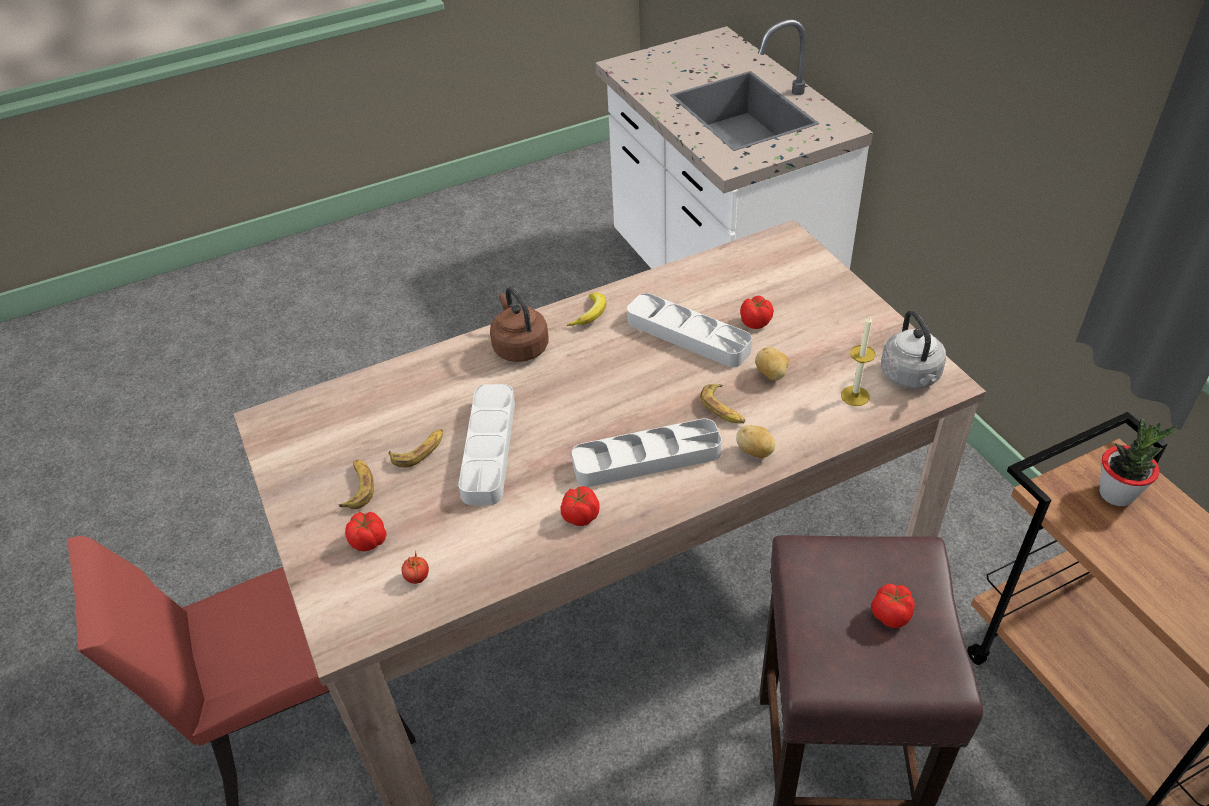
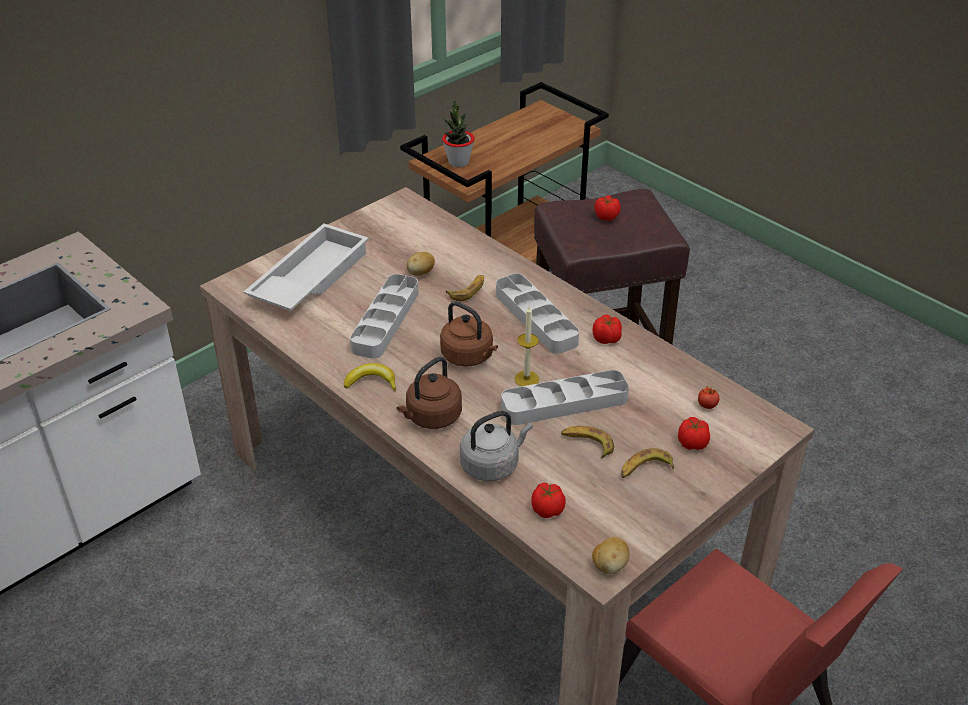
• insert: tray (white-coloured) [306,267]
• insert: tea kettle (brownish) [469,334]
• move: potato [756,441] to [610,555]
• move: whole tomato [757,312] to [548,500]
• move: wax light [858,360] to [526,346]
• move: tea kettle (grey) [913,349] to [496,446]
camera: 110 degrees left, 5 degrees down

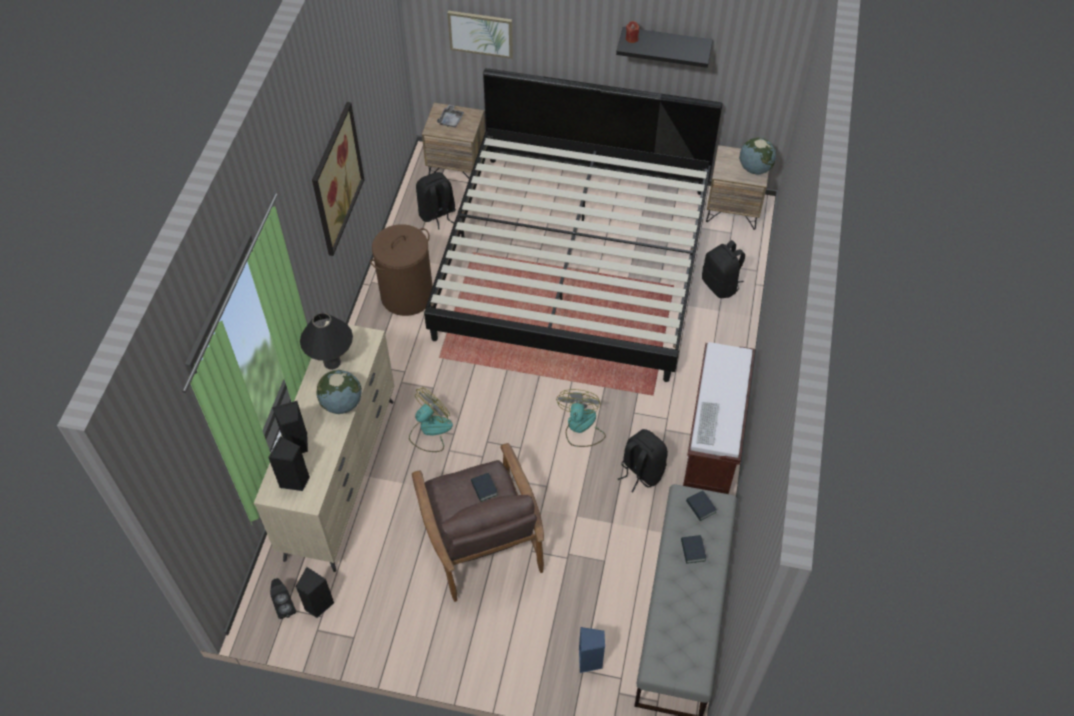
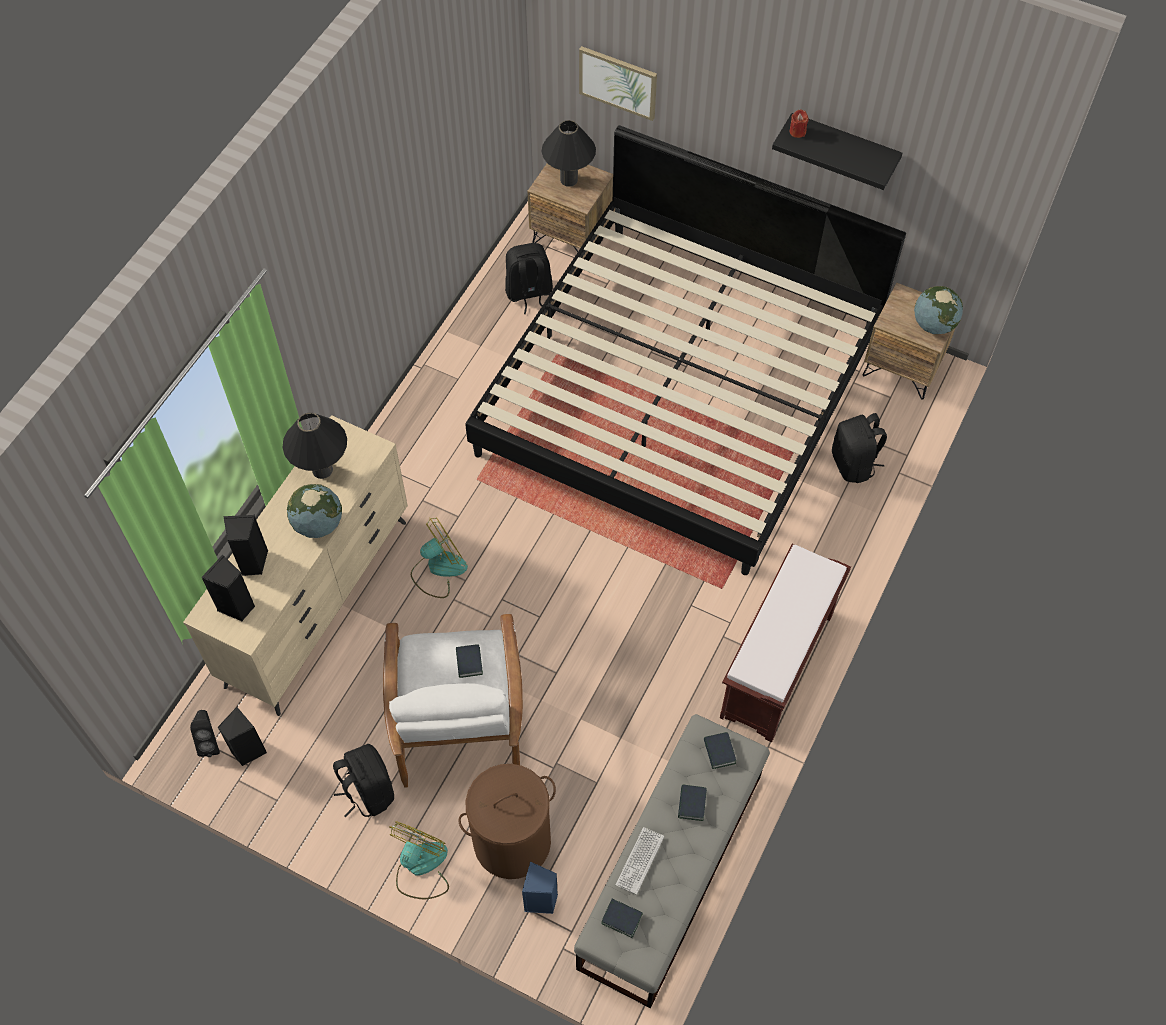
• delete: wall art [338,179]
• insert: bound book [622,918]
• move: laundry basket (brownish) [401,270] to [507,821]
• move: cooling fan [581,418] to [419,860]
• move: backpack (black-coloured) [643,460] to [363,781]
• move: keyboard [707,423] to [640,861]
• replace: tray (grey) [450,116] to table lamp (black-coloured) [568,153]
• recolor: armchair (brownish) [478,522] to armchair (white-coloured) [453,701]
camera: 15 degrees right, 5 degrees up

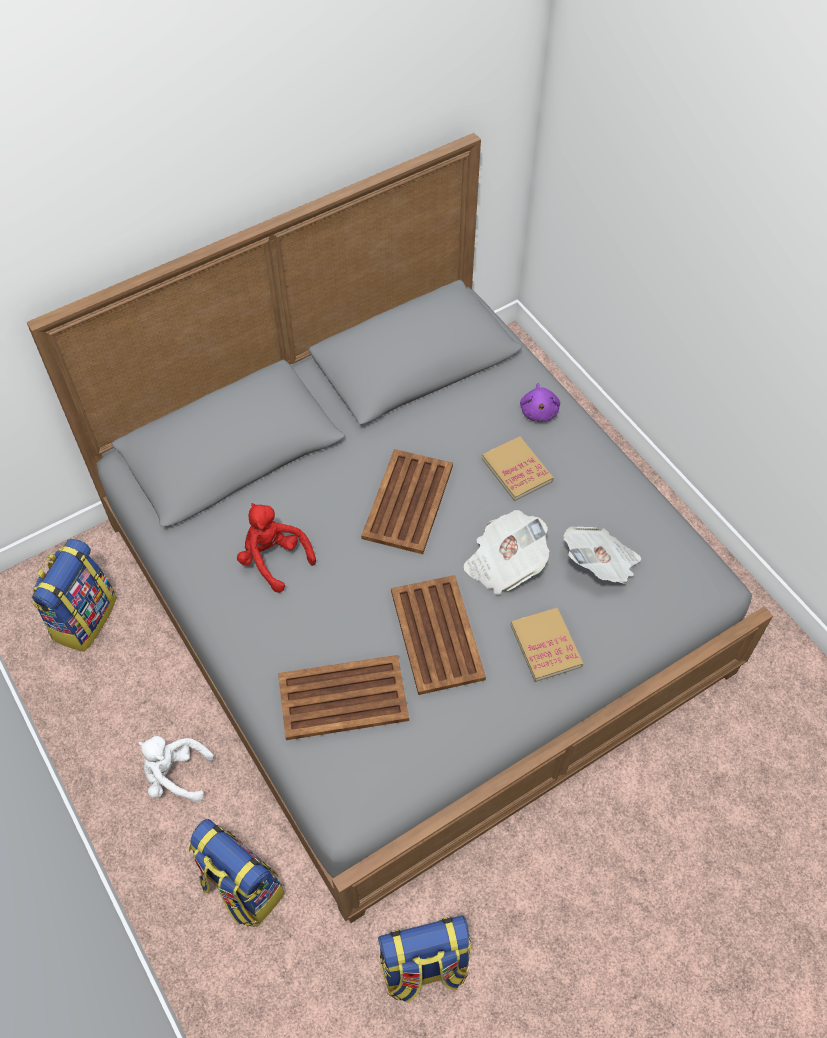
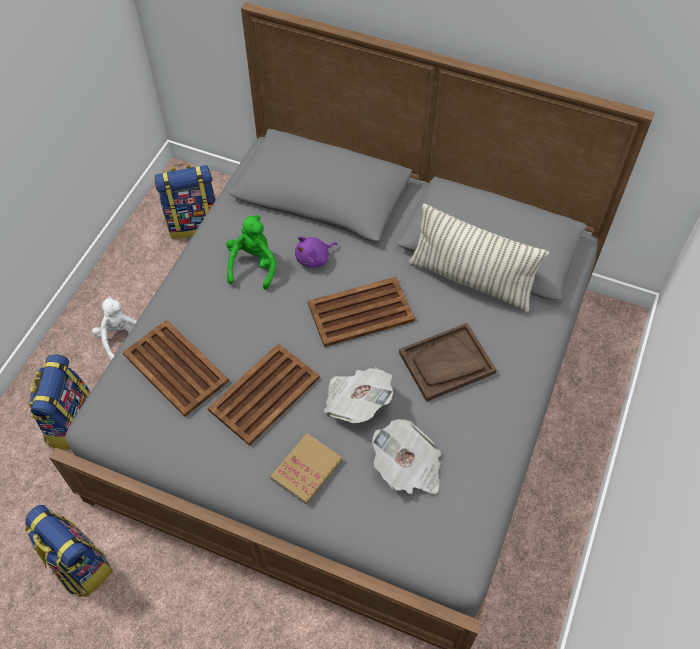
• insert: pillow [478,257]
• move: soft toy (purple-coloured) [540,402] to [316,252]
• replace: bound book [518,468] to tray (brownish) [448,362]
• recolor: soft toy (red-coloured) [276,548] to soft toy (green) [251,252]
camera: 55 degrees right, 0 degrees up

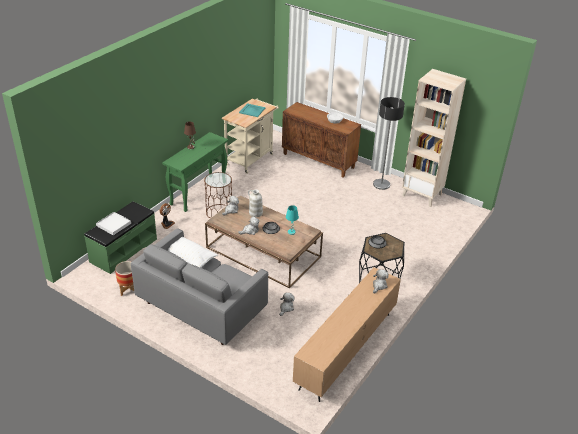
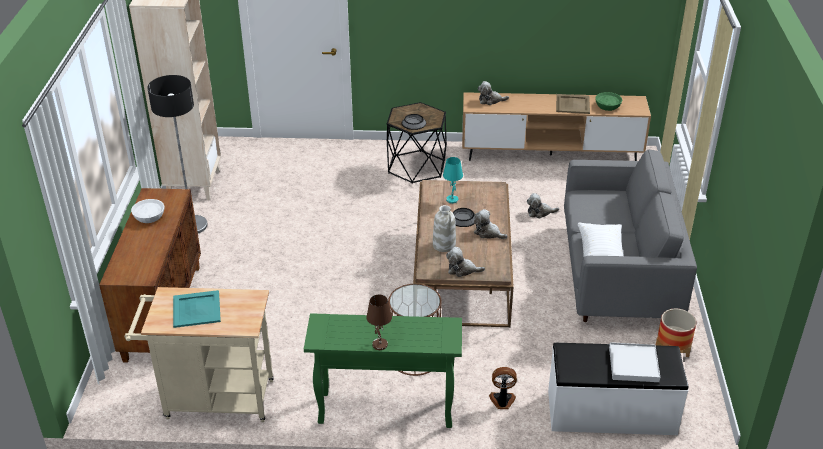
• insert: tray (sand-coloured) [573,104]
• insert: bowl (green) [608,101]
• recolor: indoor bench (green) [120,237] to indoor bench (white-coloured) [618,389]
camera: 120 degrees left, 0 degrees up

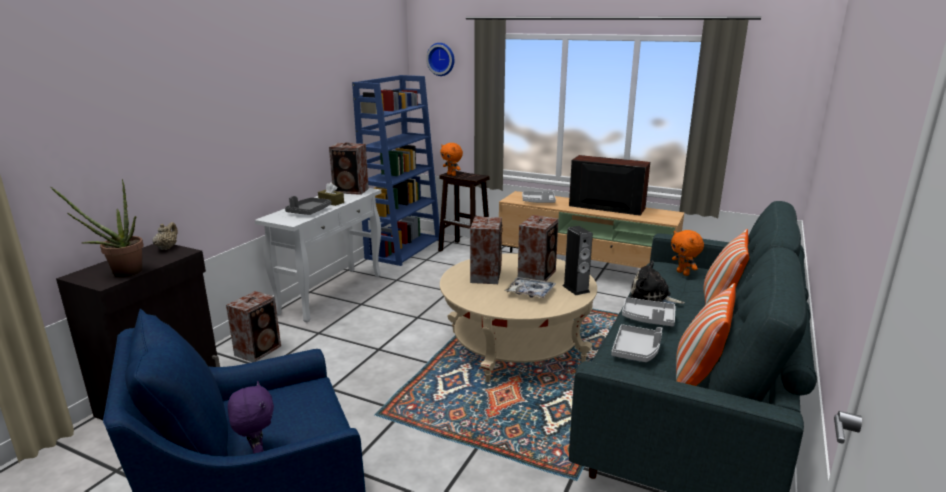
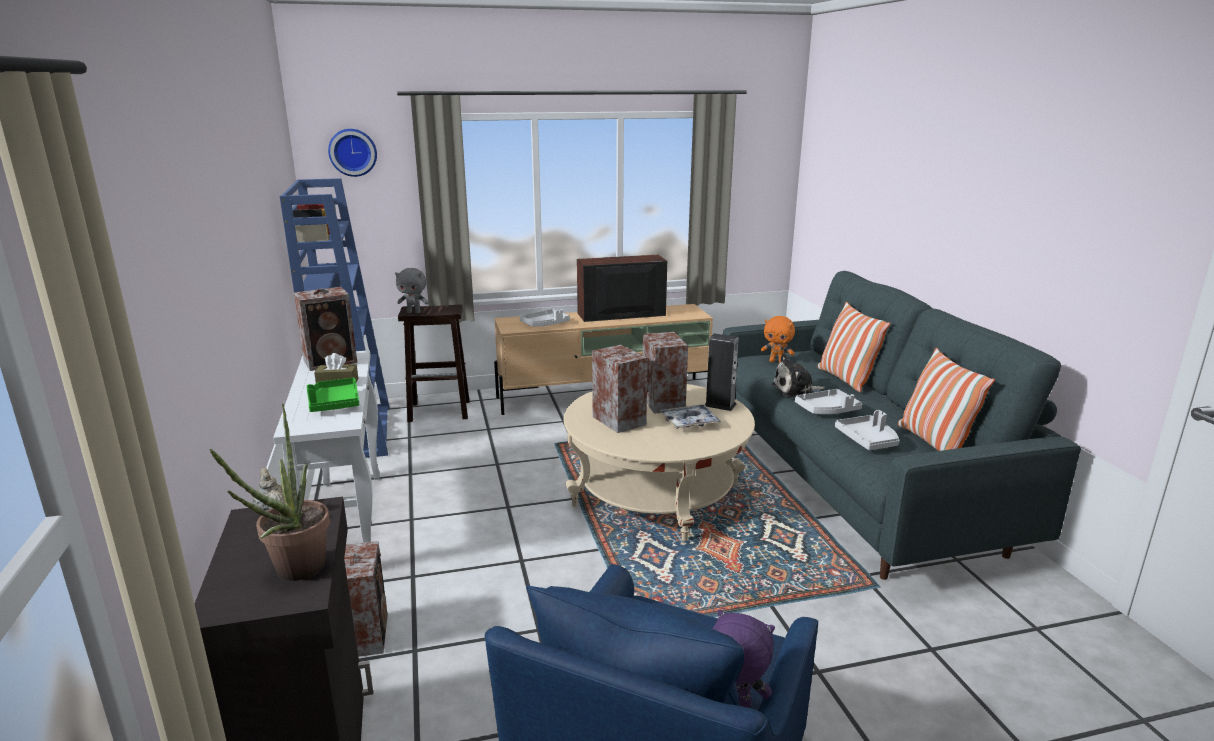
• recolor: tray (grey) [308,205] to tray (green) [333,395]
• recolor: soft toy (orangey) [451,159] to soft toy (grey) [412,291]
camera: 40 degrees left, 0 degrees up

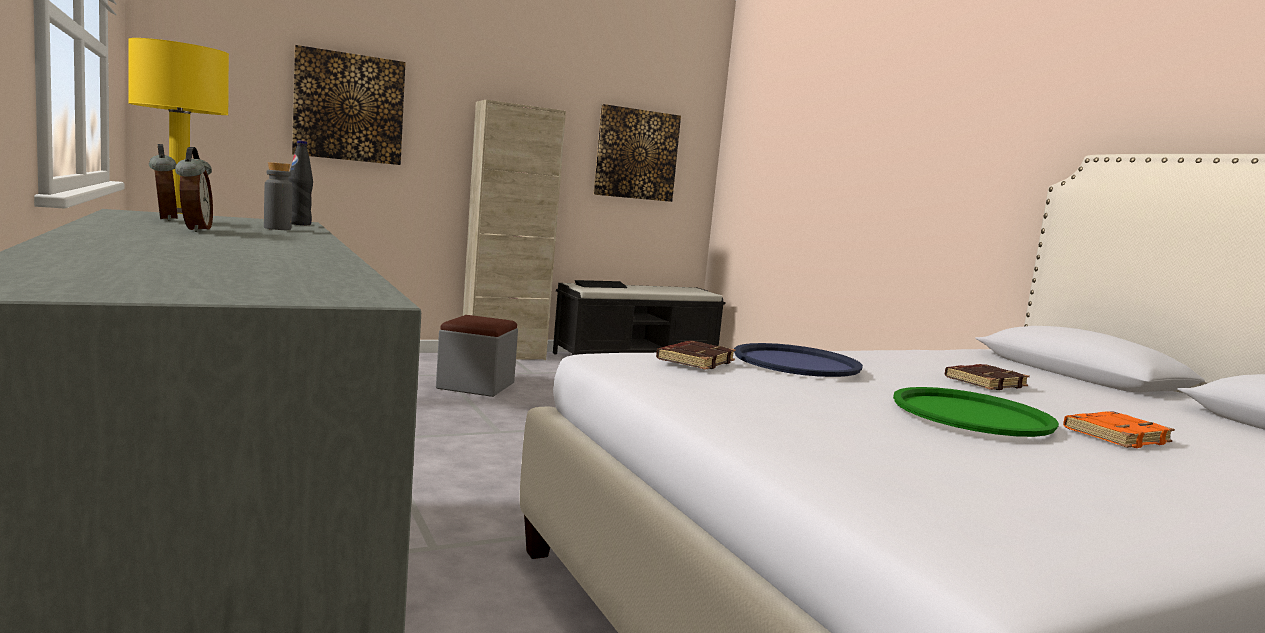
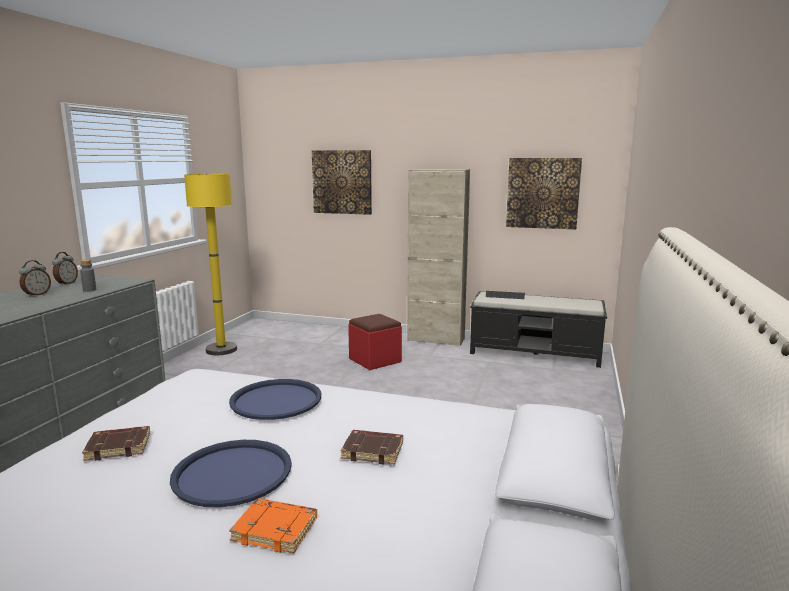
• delete: bottle (black-coloured) [300,182]
• move: bound book (brownish) [696,355] to [116,443]
• recolor: ottoman (grey) [477,356] to ottoman (red-coloured) [375,342]
• recolor: tray (green) [976,412] to tray (blue) [231,473]
camera: 45 degrees right, 5 degrees up

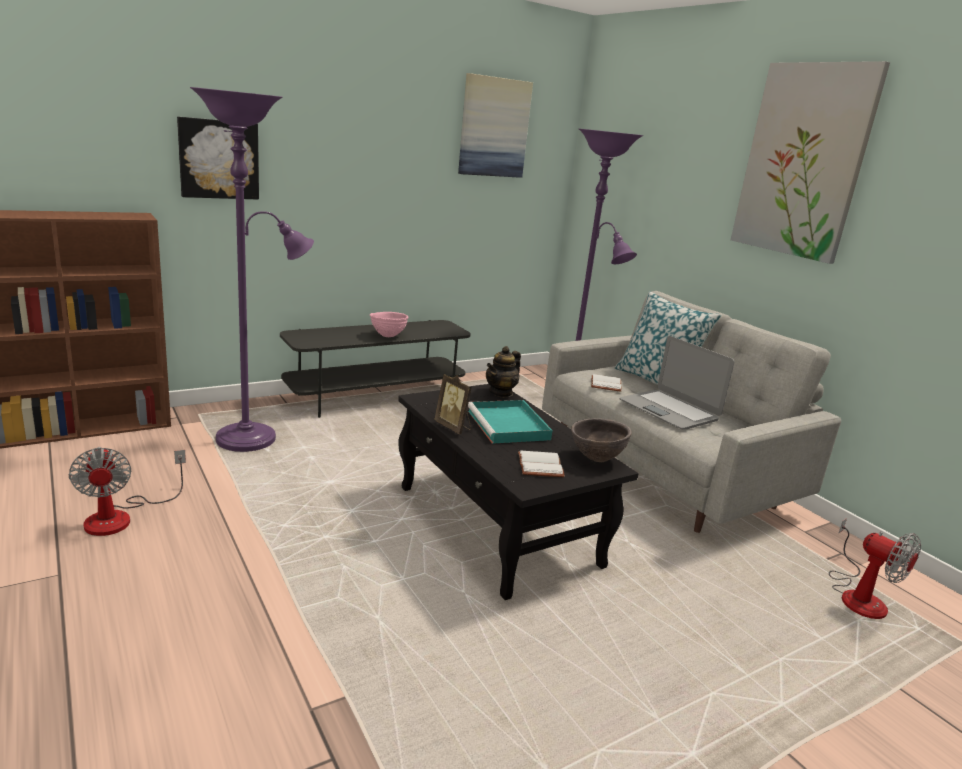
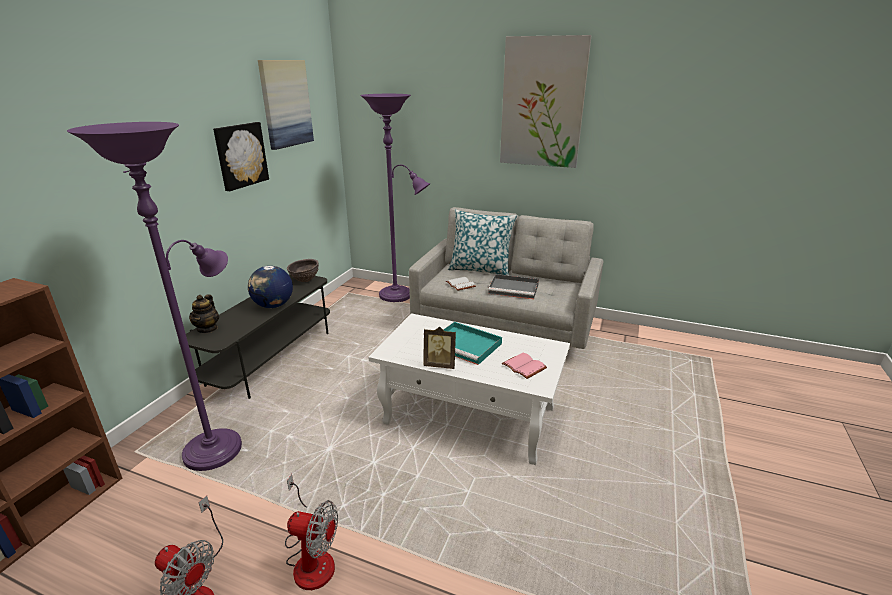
• move: wall art [218,158] to [241,156]
• move: tea pot [503,372] to [204,314]
• move: bowl (brownish) [601,440] to [303,270]
• move: cooling fan [875,568] to [311,532]
• replace: bowl (pink) [389,324] to globe [270,287]
• replace: portable computer [677,382] to tray (grey) [513,286]
• recolor: lounge table (black-coloured) [518,492] to lounge table (white-coloured) [469,389]
• recolor: bound book (white-coloured) [541,463] to bound book (pink) [524,366]
camera: 35 degrees left, 5 degrees up

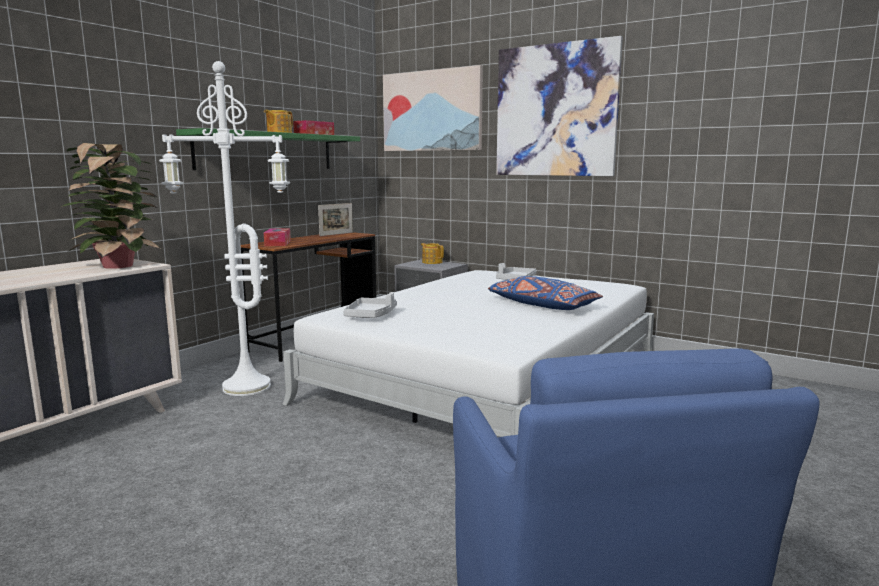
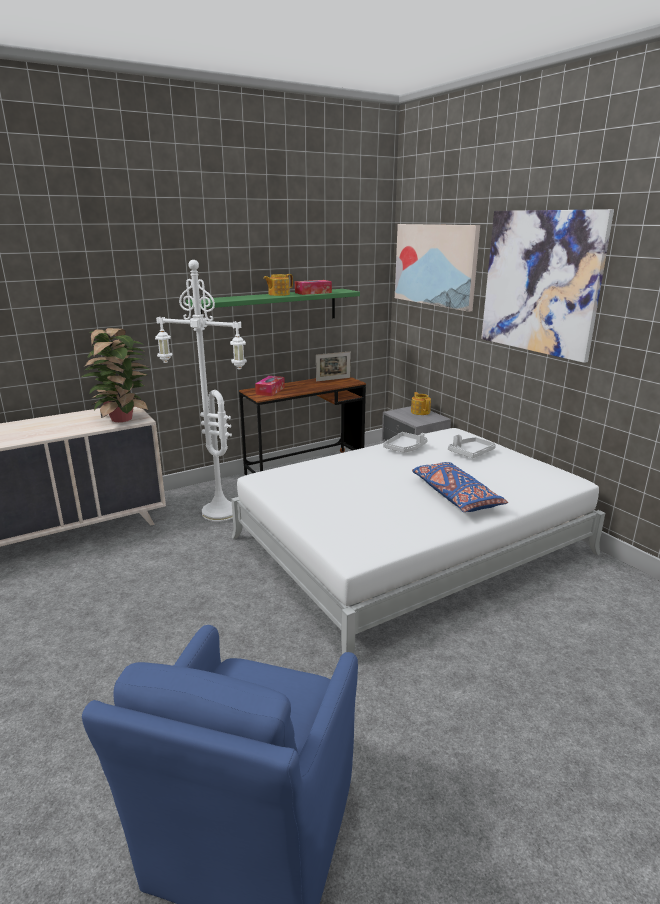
• move: tray (grey) [370,305] to [405,442]
camera: 25 degrees right, 10 degrees up

